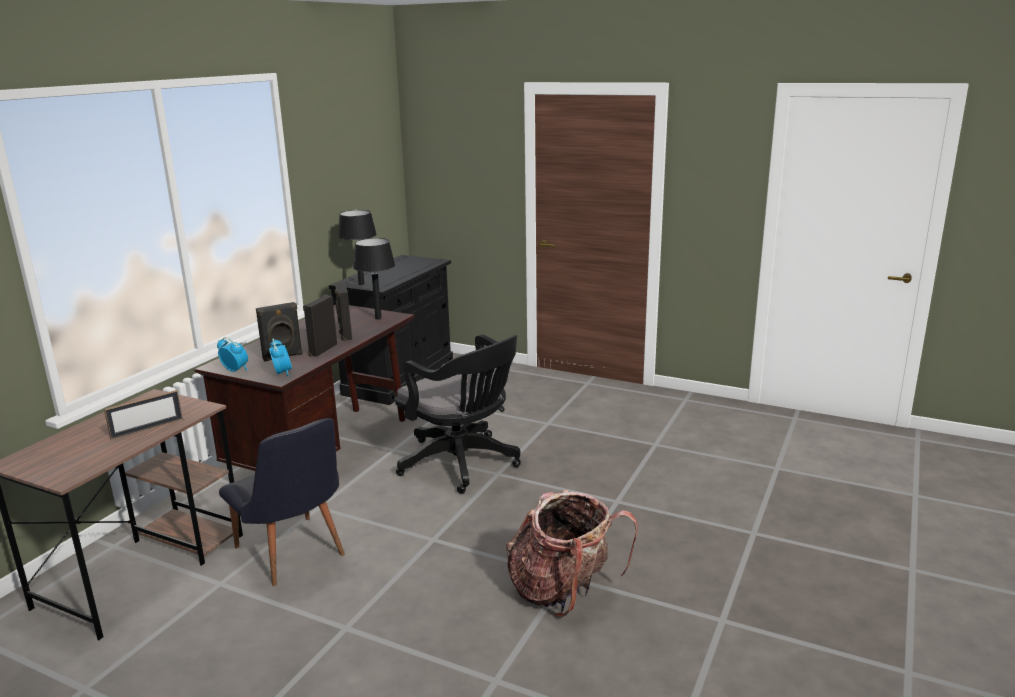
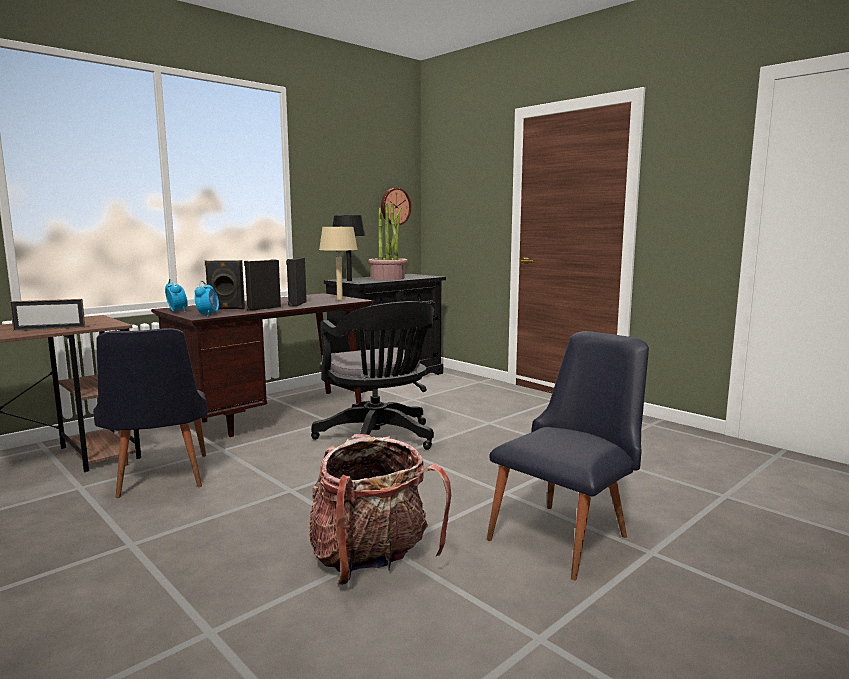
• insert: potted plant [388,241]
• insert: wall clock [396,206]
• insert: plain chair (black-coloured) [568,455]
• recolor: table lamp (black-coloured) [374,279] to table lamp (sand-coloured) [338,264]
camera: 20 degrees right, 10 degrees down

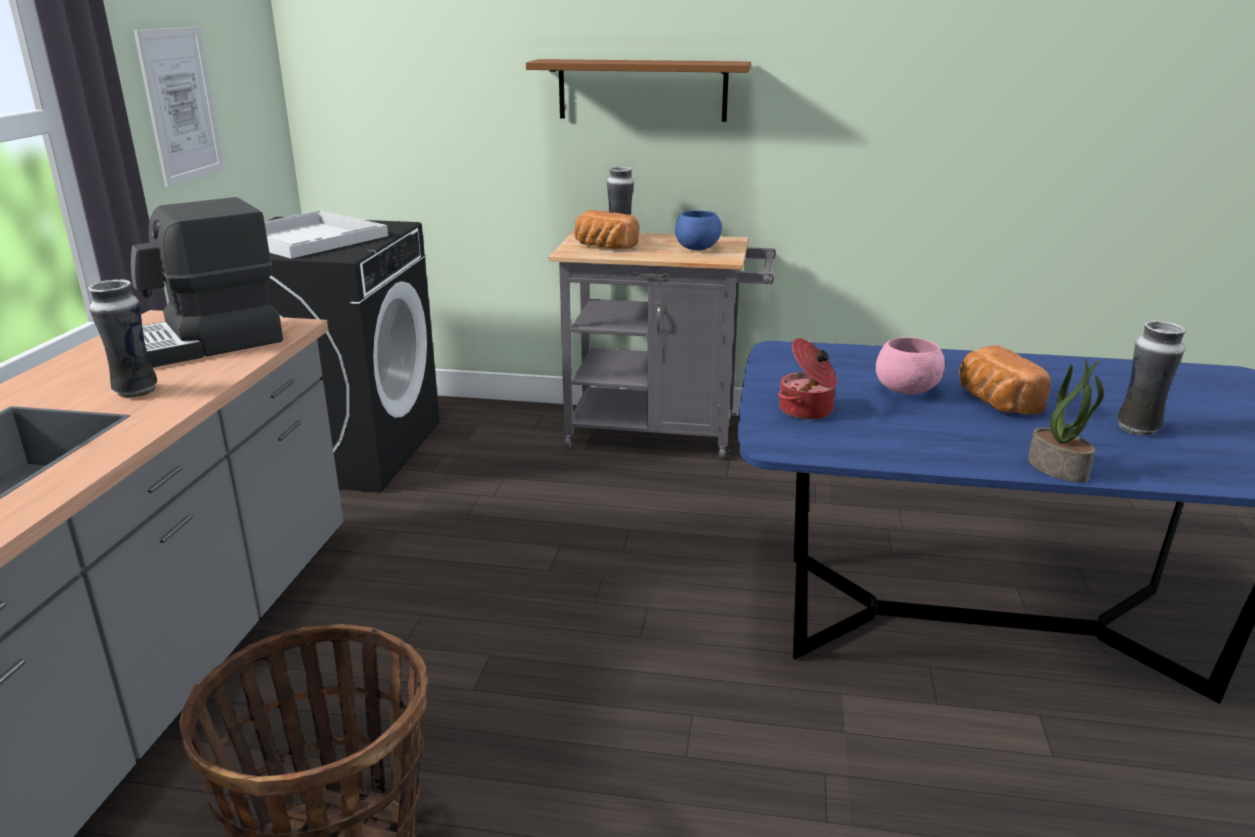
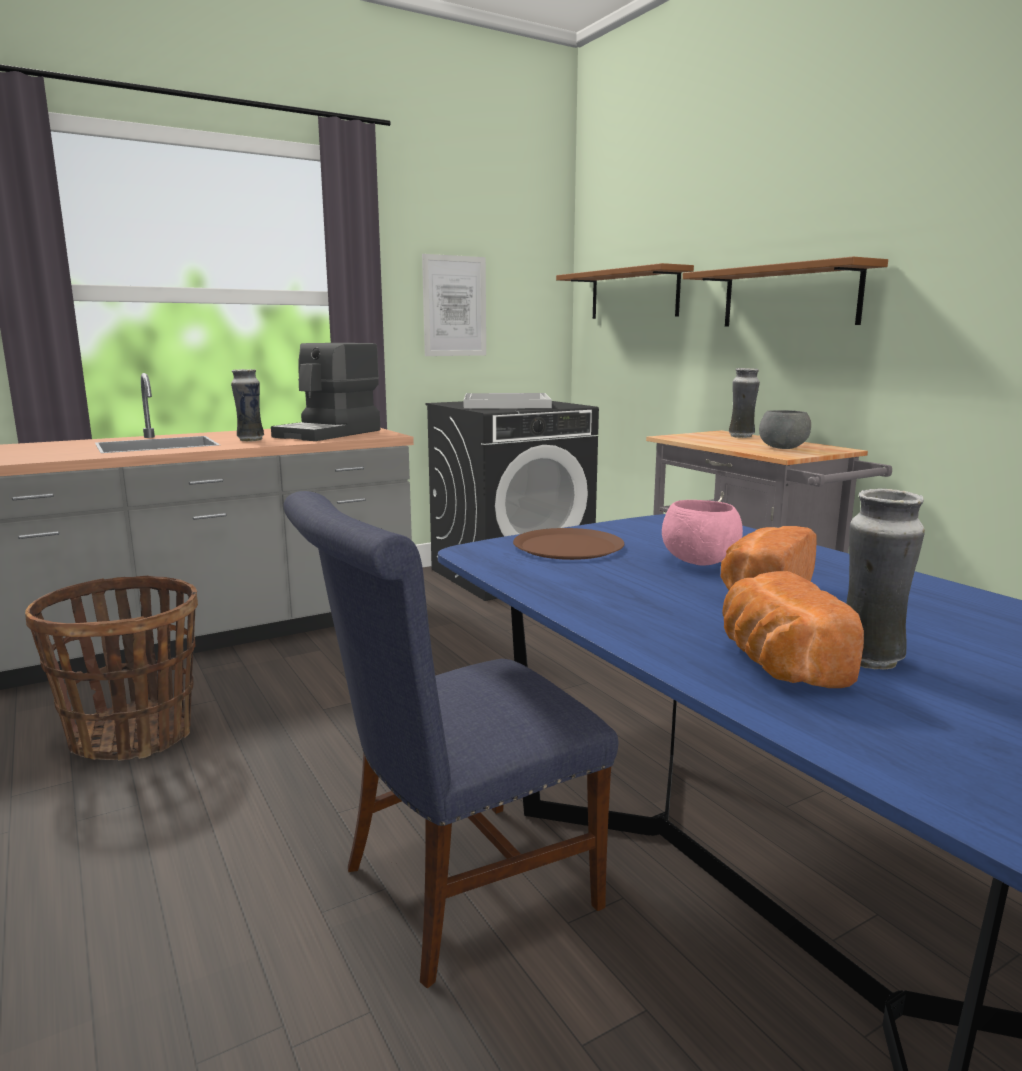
• delete: potted plant [1066,420]
• insert: plain chair (blue) [450,740]
• insert: bracket shelf (brownish) [625,291]
• move: bread [607,229] to [793,629]
• replace: cooking pot [807,379] to flat dish (brownish) [568,544]
• recolor: bowl (blue) [698,230] to bowl (grey) [785,429]
• rotate: coffee brewer [207,282] = [325,392] 75 degrees counterclockwise
camera: 50 degrees right, 10 degrees down

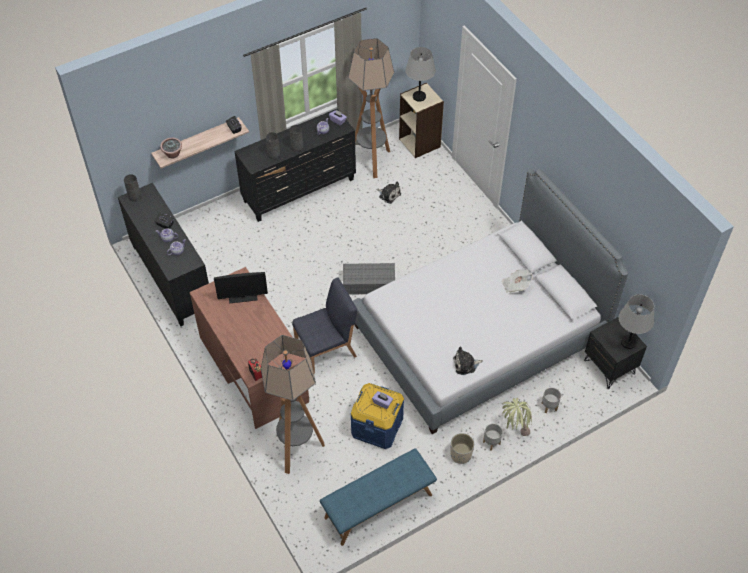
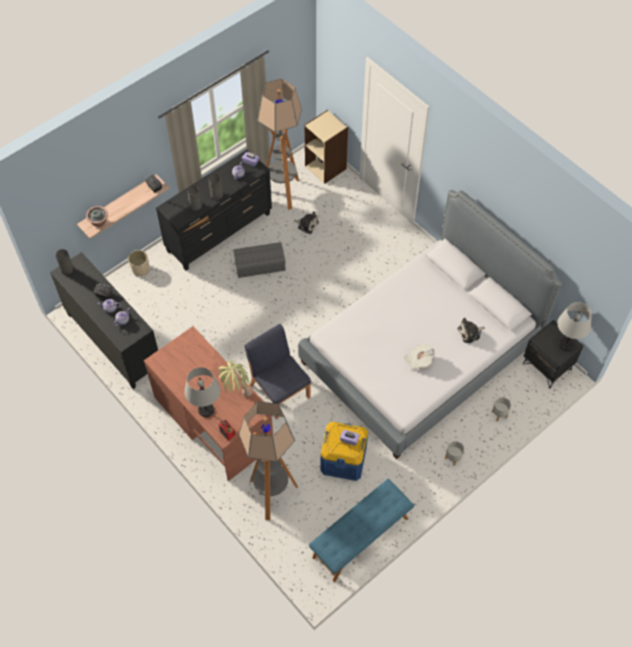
• delete: computer screen [241,288]
• move: storage container (grey) [369,278] to [259,260]
• move: table lamp (grey) [420,74] to [202,392]
• move: flower pot (sand-coloured) [462,448] to [139,263]
• move: soft toy [468,360] to [470,330]
• move: newspaper [517,281] to [419,357]
• move: potted plant [517,417] to [235,379]
• rotate: plain chair (blue) [324,325] = [278,371] 90 degrees counterclockwise
camera: 10 degrees left, 5 degrees up

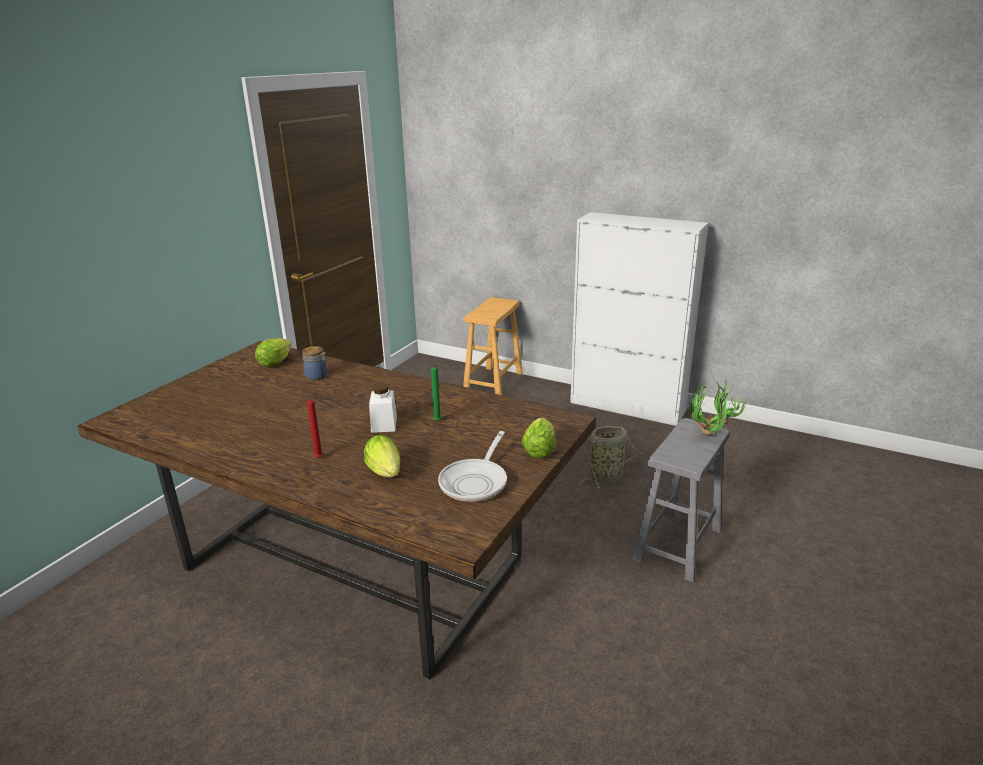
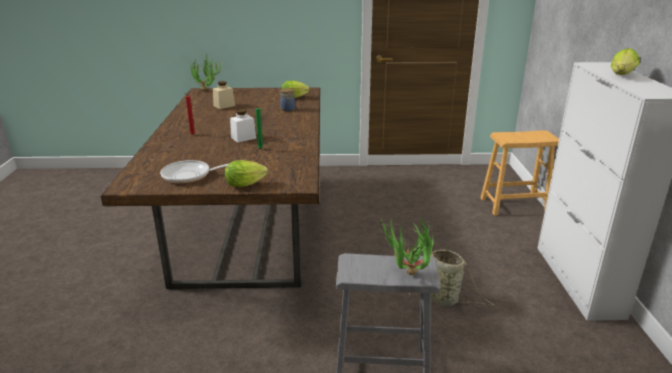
• insert: potted plant [206,73]
• insert: jar (sand-coloured) [224,95]
• move: head of lettuce [382,456] to [625,61]
camera: 60 degrees right, 0 degrees up

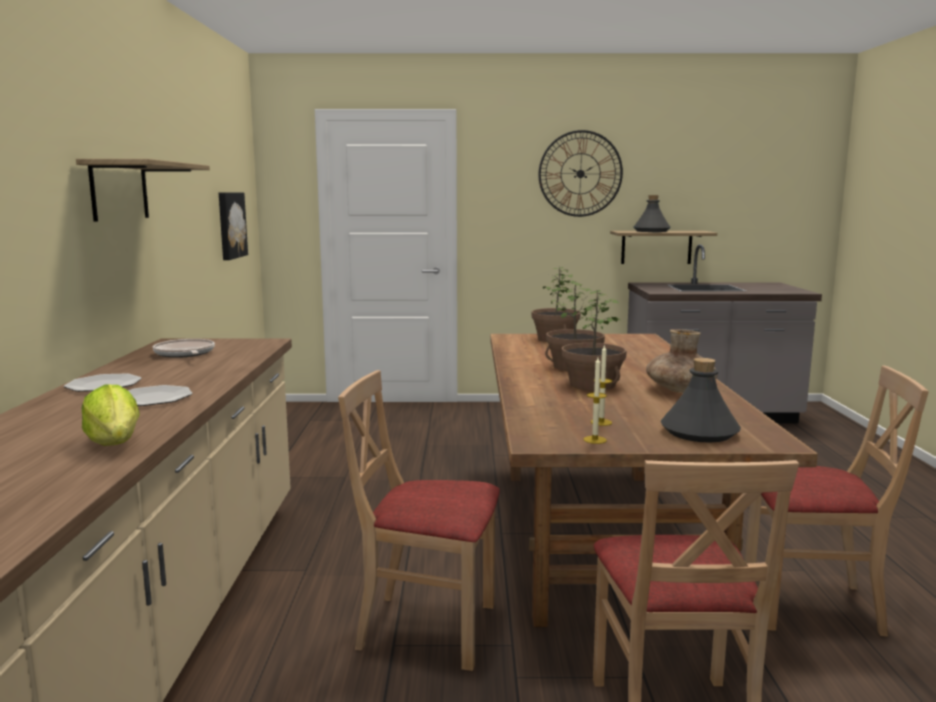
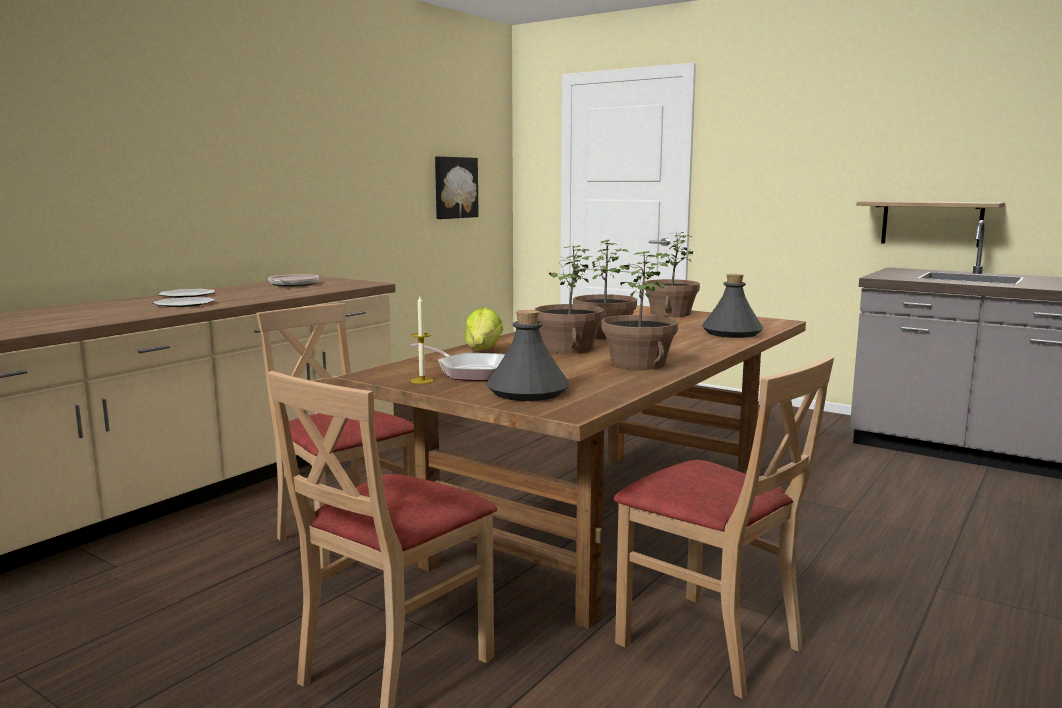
• delete: bracket shelf [143,190]
• delete: wall clock [580,173]
• move: head of lettuce [111,415] to [484,329]
• move: bottle (grey) [652,213] to [733,306]
• replace: wax light [601,385] to skillet [457,362]
• replace: decorative vase (brownish) [682,361] to potted plant [639,310]
camera: 35 degrees right, 0 degrees up

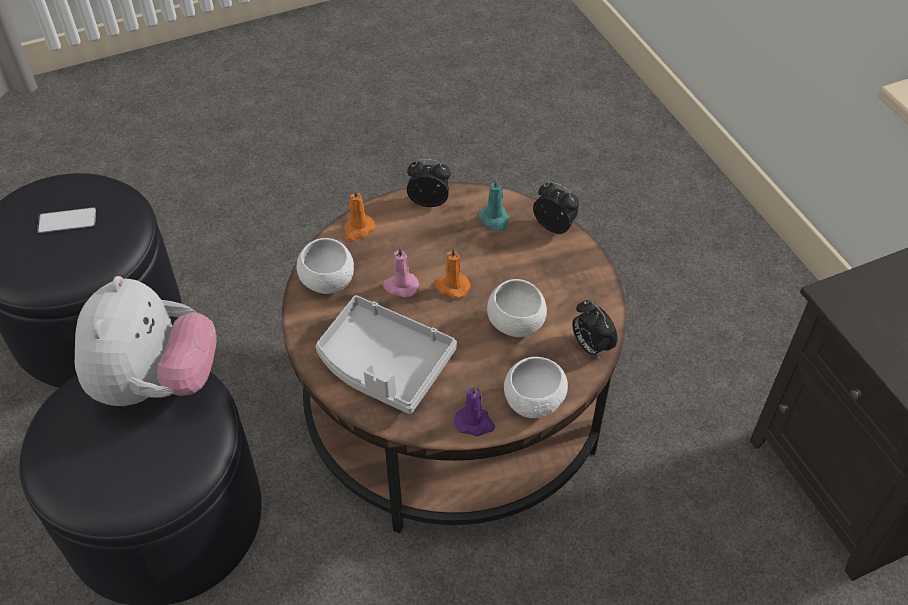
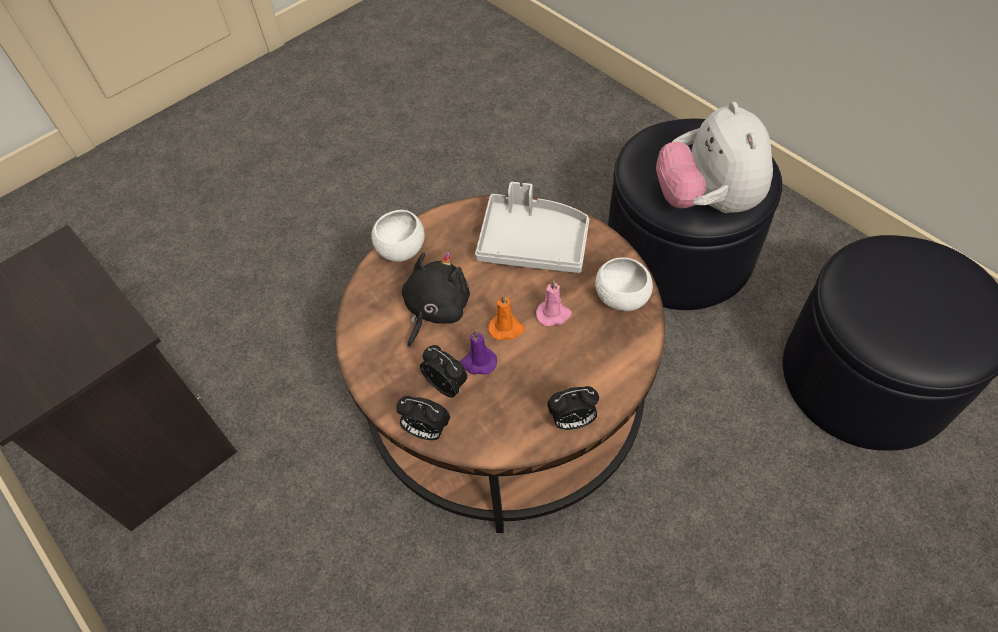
• delete: telephone [66,220]
• delete: wax light (orangey) [359,214]
• delete: wax light (turquoise) [493,205]
• move: wax light (purple-coloured) [474,410] to [478,352]
• move: table clock [595,329] to [443,371]
• replace: bowl (white-coloured) [517,308] to soft toy (black-coloured) [436,300]
camera: 165 degrees right, 5 degrees up

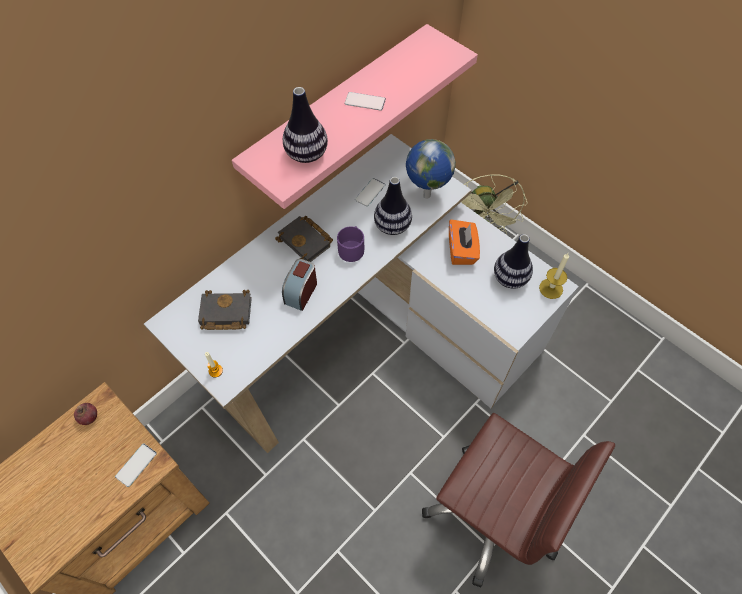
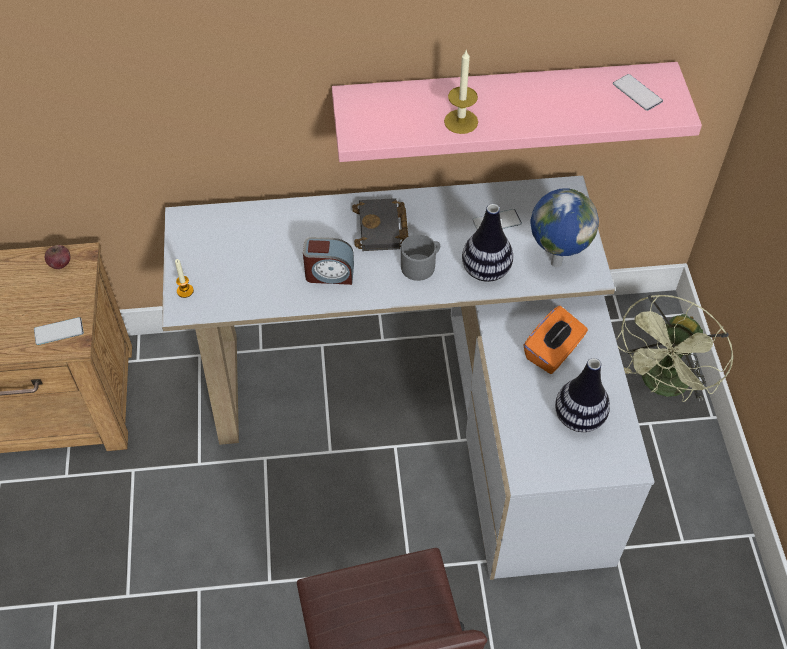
• delete: bound book (black-coloured) [225,310]
• delete: decorative vase [305,125]
• move: telephone [365,101] to [638,92]
• move: wax light [554,276] to [461,91]
• recolor: mug (purple-coloured) [350,244] to mug (grey) [420,257]
• rotate: table clock [299,285] = [328,261] 150 degrees counterclockwise
camera: 40 degrees right, 5 degrees down

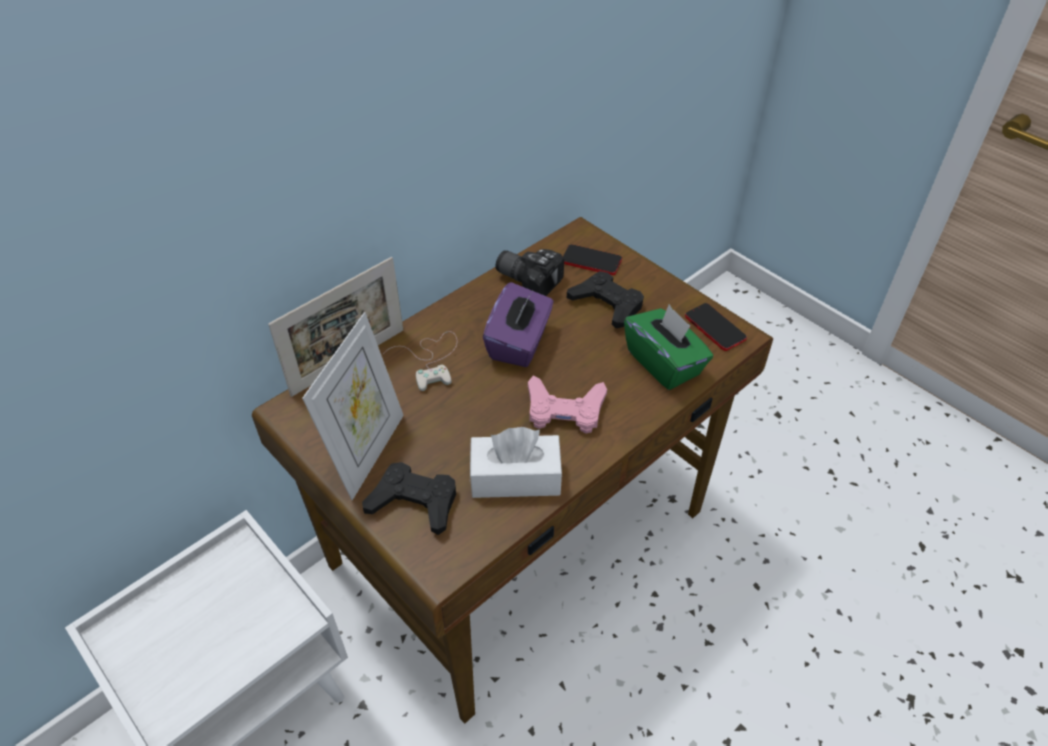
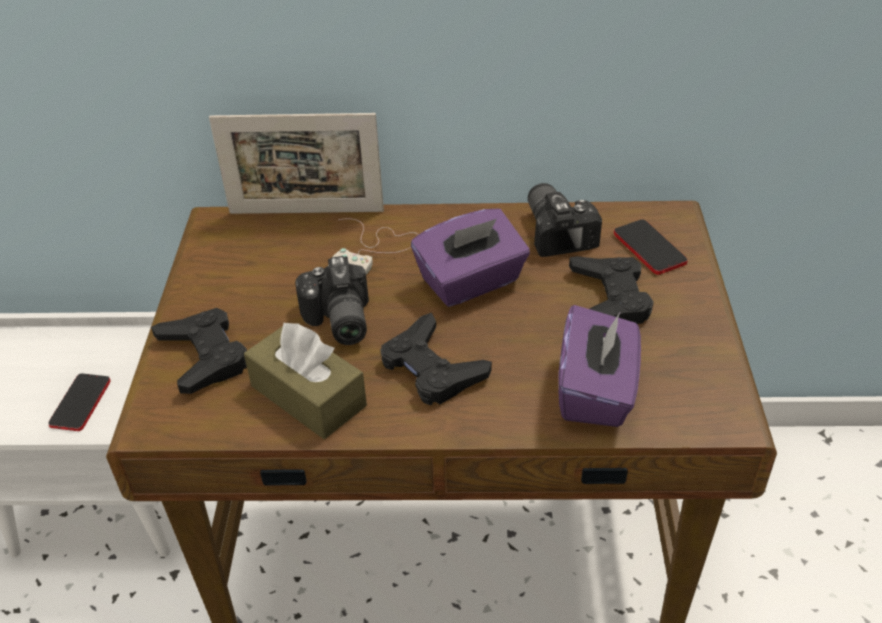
• delete: photo frame [353,406]
• insert: still camera [332,300]
• move: telephone [716,327] to [79,402]
• recolor: tissue holder (white-coloured) [516,462] to tissue holder (brownish) [305,381]
• recolor: game controller (pink) [567,405] to game controller (black-coloured) [436,359]
• recolor: tissue holder (green) [668,347] to tissue holder (purple-coloured) [599,366]
camera: 45 degrees right, 5 degrees down

